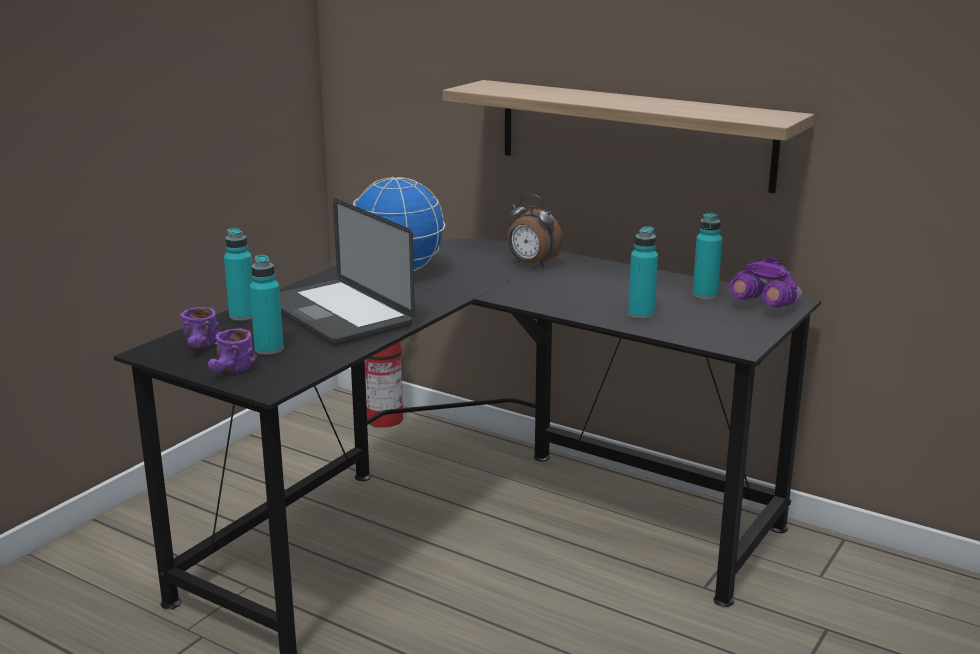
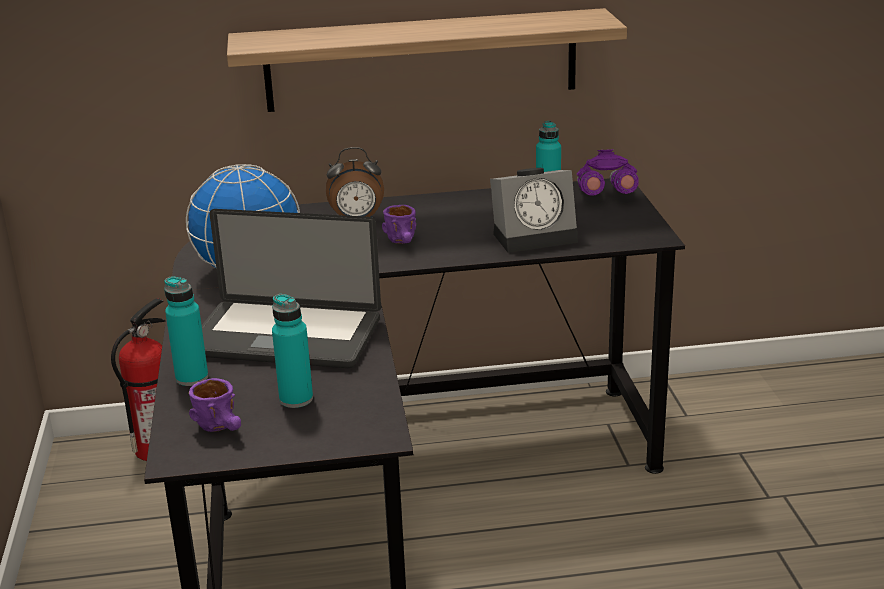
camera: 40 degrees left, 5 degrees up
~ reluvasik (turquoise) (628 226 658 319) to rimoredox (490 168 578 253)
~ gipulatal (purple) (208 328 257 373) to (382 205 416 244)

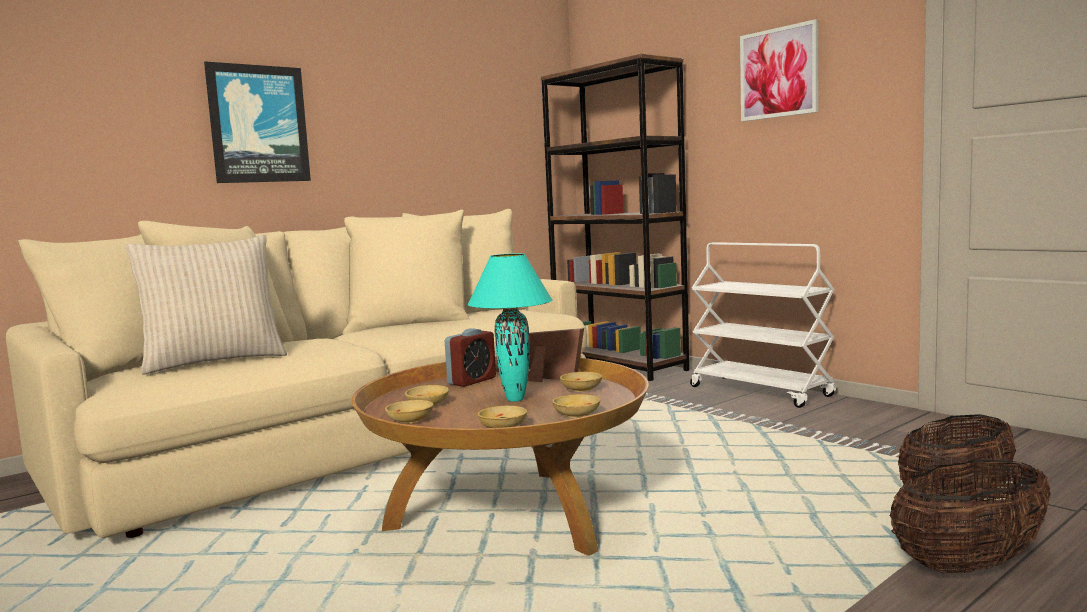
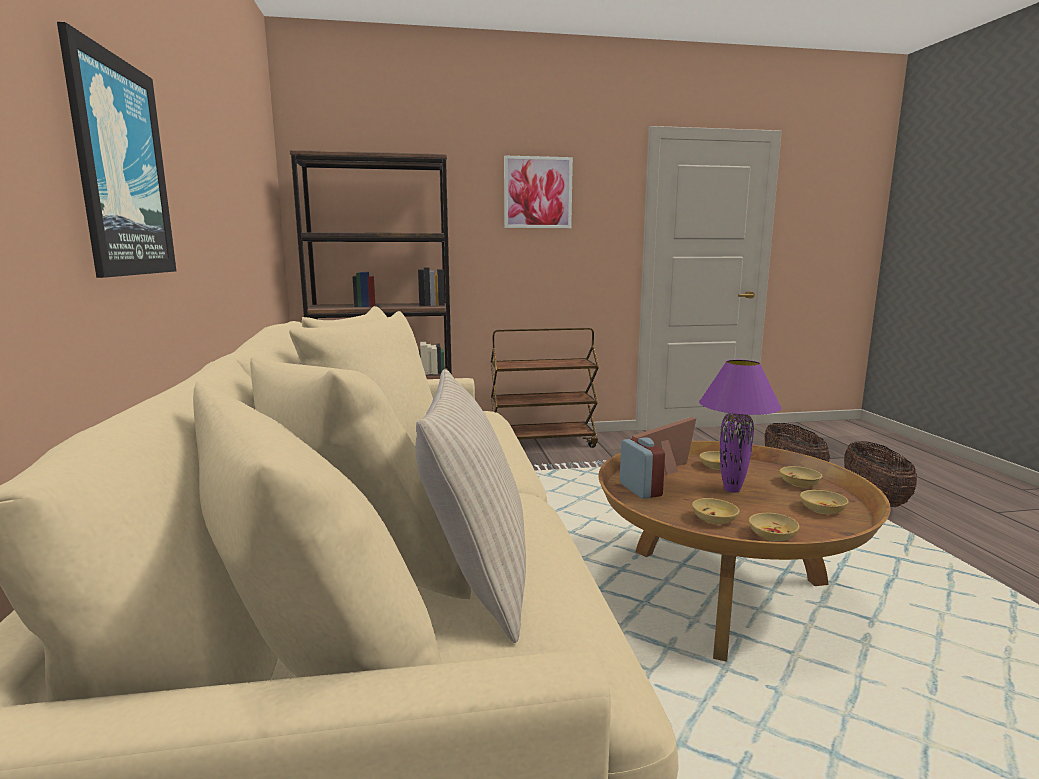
camera: 60 degrees left, 5 degrees up
~ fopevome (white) (690 242 836 408) to fopevome (brown) (491 328 599 448)
~ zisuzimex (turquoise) (468 254 553 402) to zisuzimex (purple) (699 360 781 493)

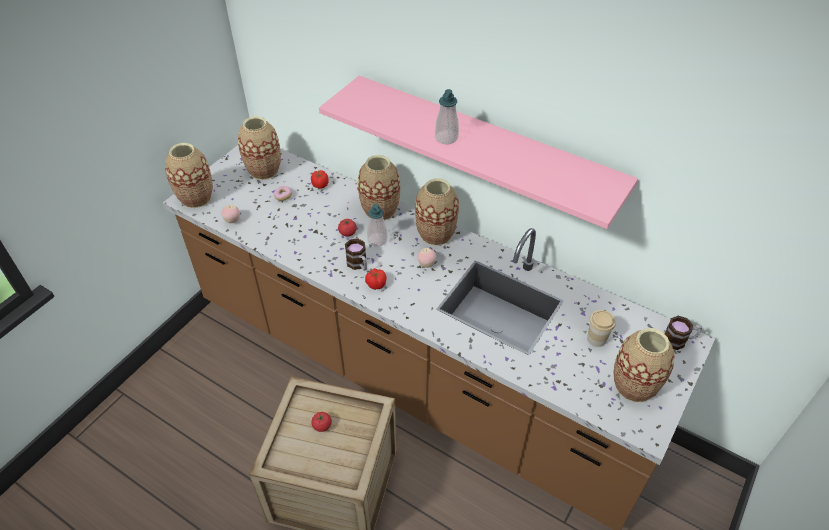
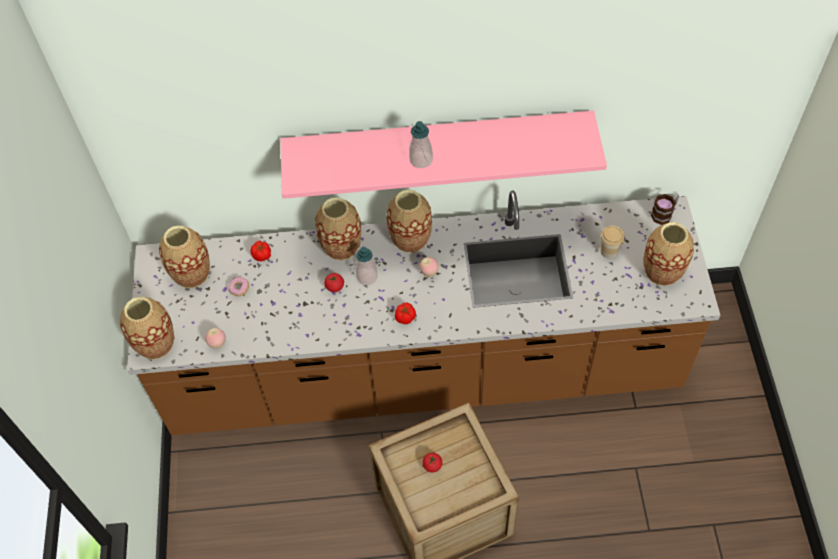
camera: 35 degrees left, 10 degrees up
- gipulatal (345 239 367 271)

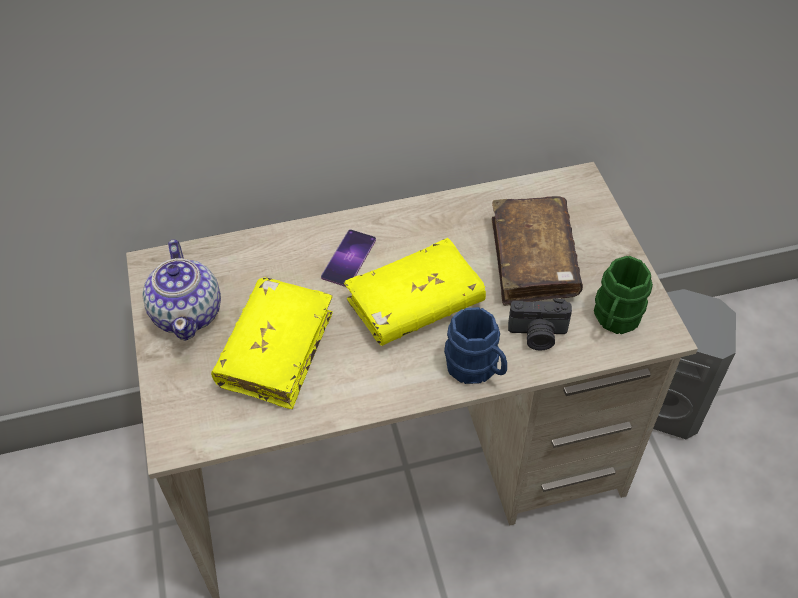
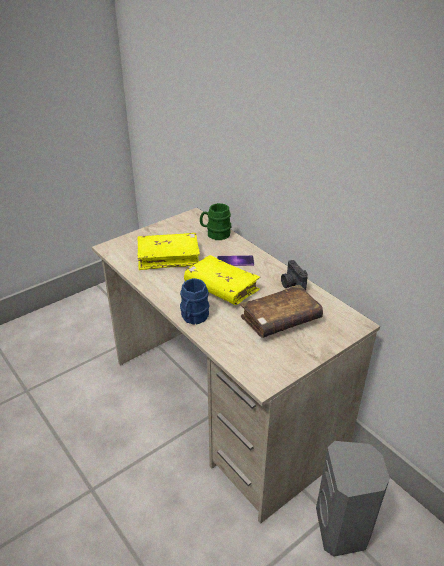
camera: 65 degrees right, 15 degrees down
- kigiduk (143 240 221 341)
~ gipulatal (green) (594 256 653 334) to (200 203 231 240)
~ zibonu (508 298 572 351) to (281 260 308 290)

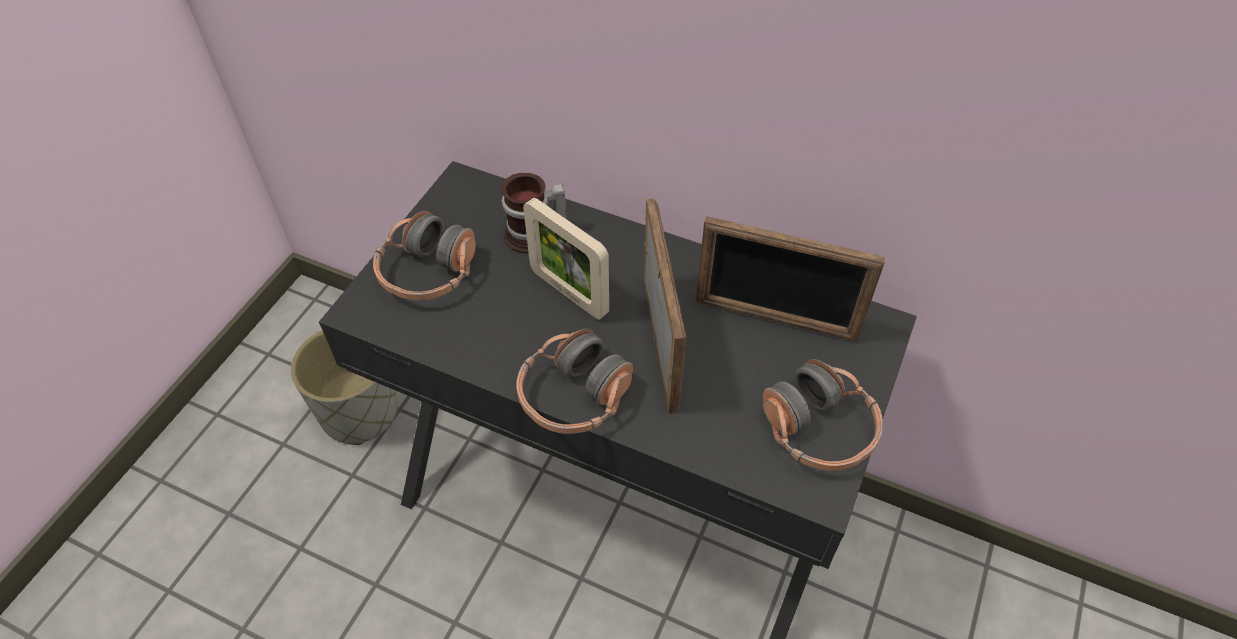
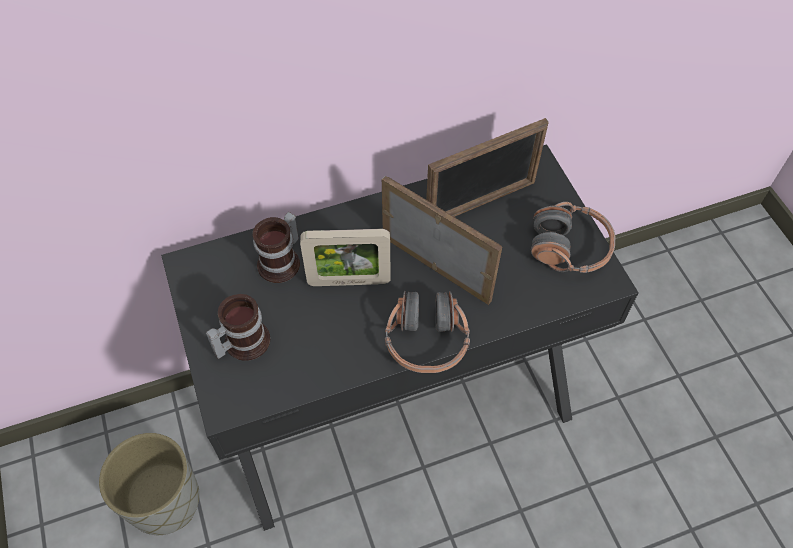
camera: 45 degrees left, 5 degrees up
~ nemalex (373 211 476 300) to gipulatal (206 294 270 361)

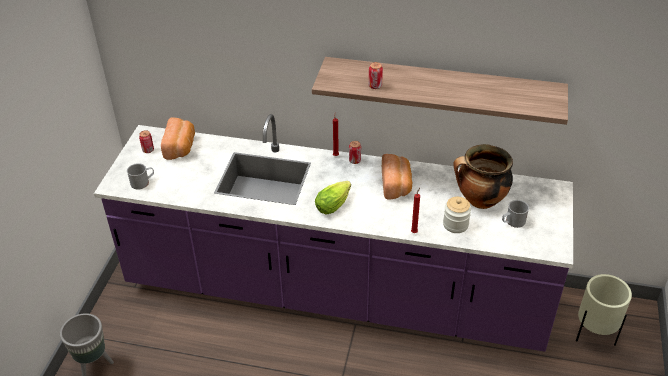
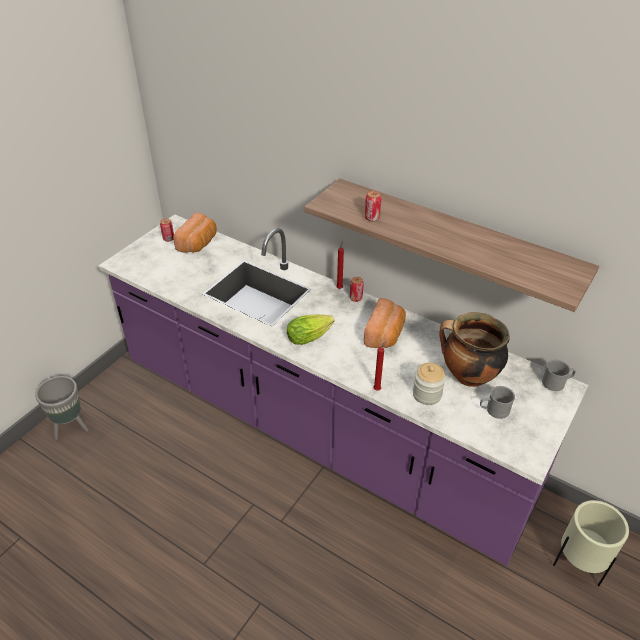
camera: 20 degrees right, 0 degrees up
~ gipulatal (grey) (127 163 154 190) to (542 360 576 391)

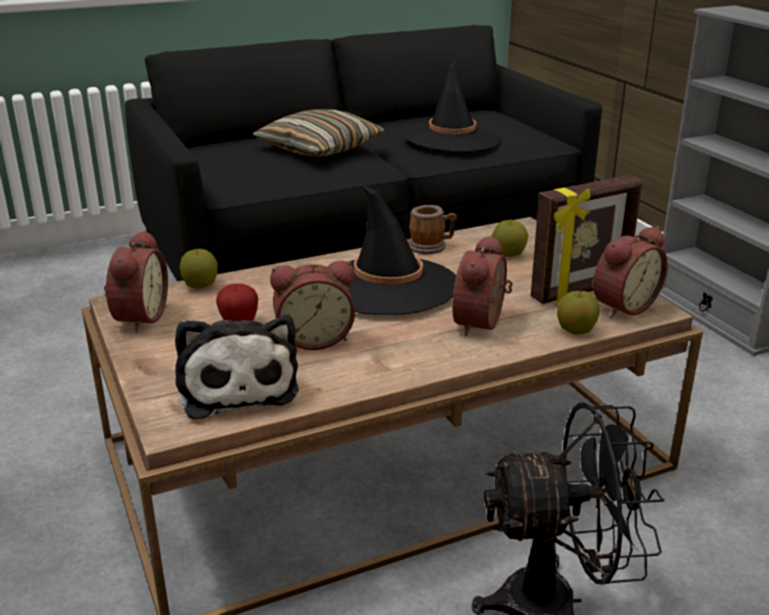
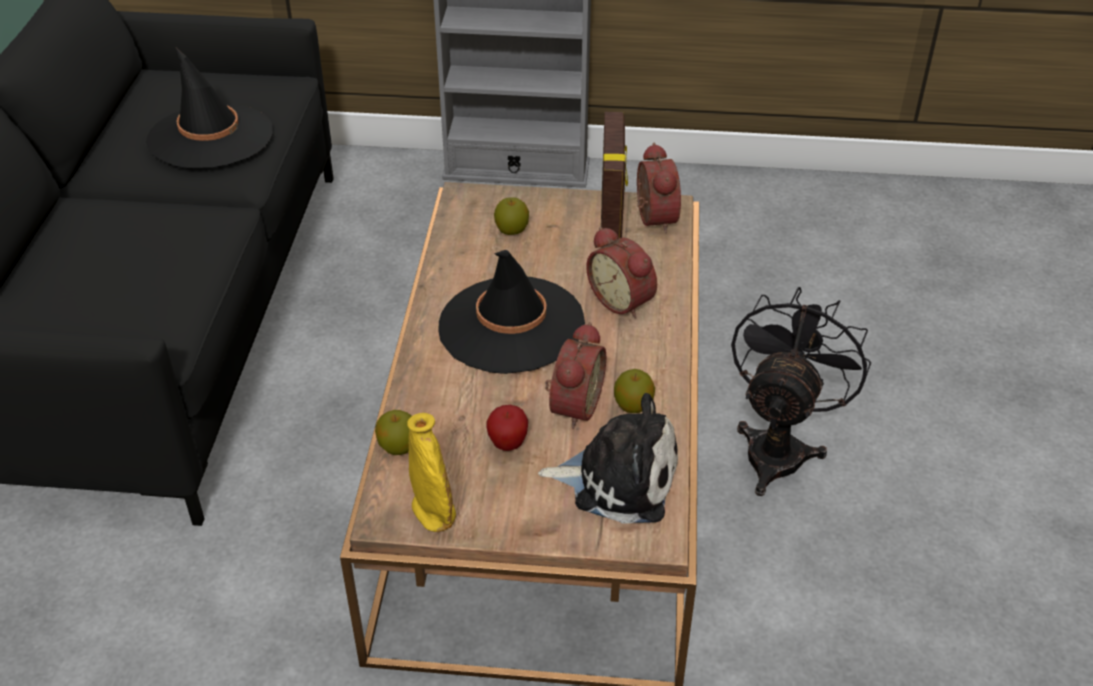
camera: 60 degrees left, 15 degrees up
- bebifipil (253 109 385 157)
- gipulatal (408 205 457 254)
~ rimoredox (104 230 168 333) to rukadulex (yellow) (407 413 456 532)
~ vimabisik (557 291 600 335) to (614 369 655 413)

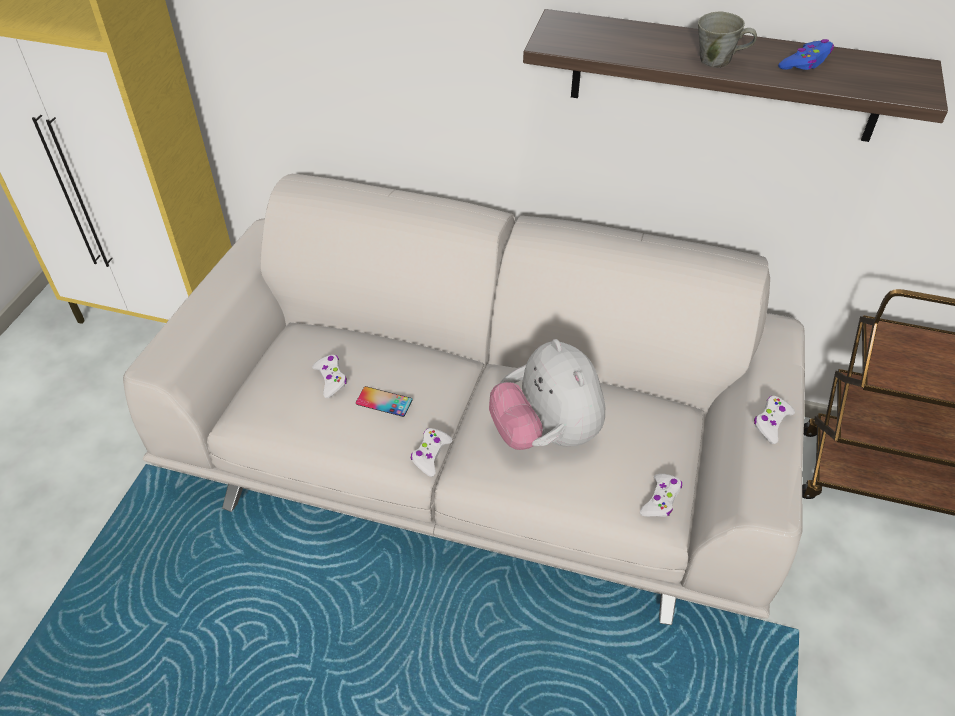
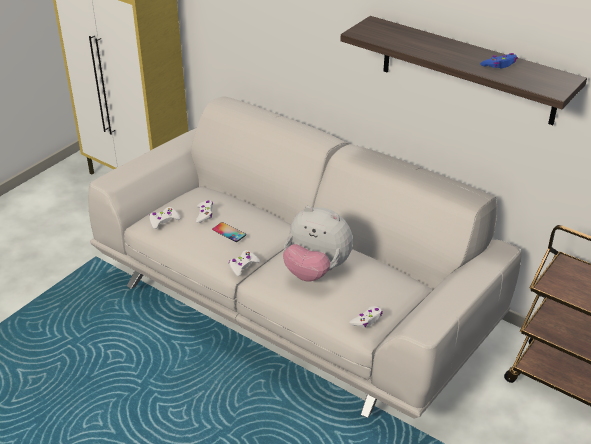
camera: 20 degrees right, 10 degrees down
- gipulatal (grey) (698 12 757 68)
~ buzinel (489 339 605 450) = (283 206 353 281) 60 degrees counterclockwise
~ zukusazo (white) (754 396 795 444) to (149 207 180 229)

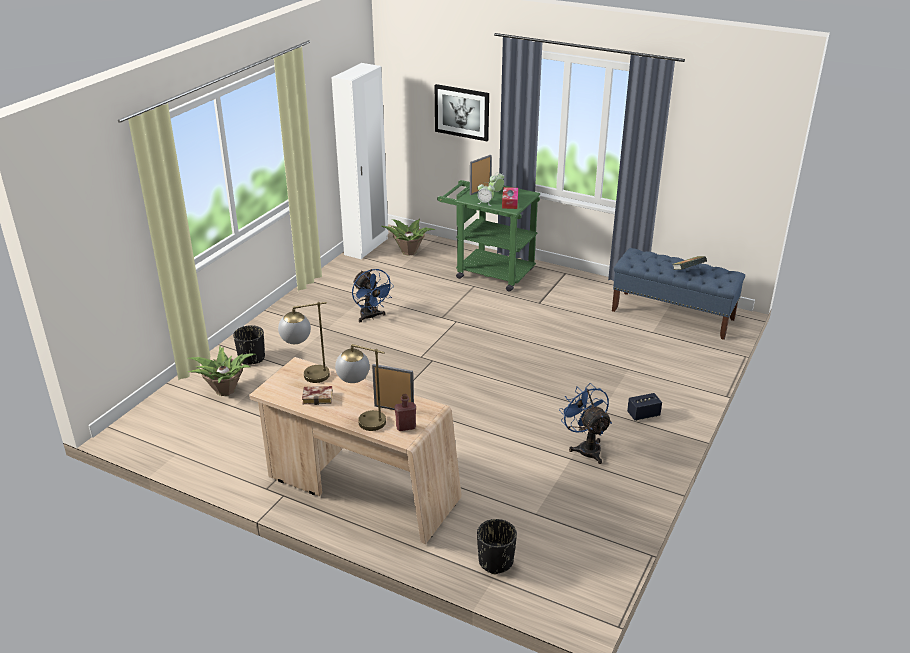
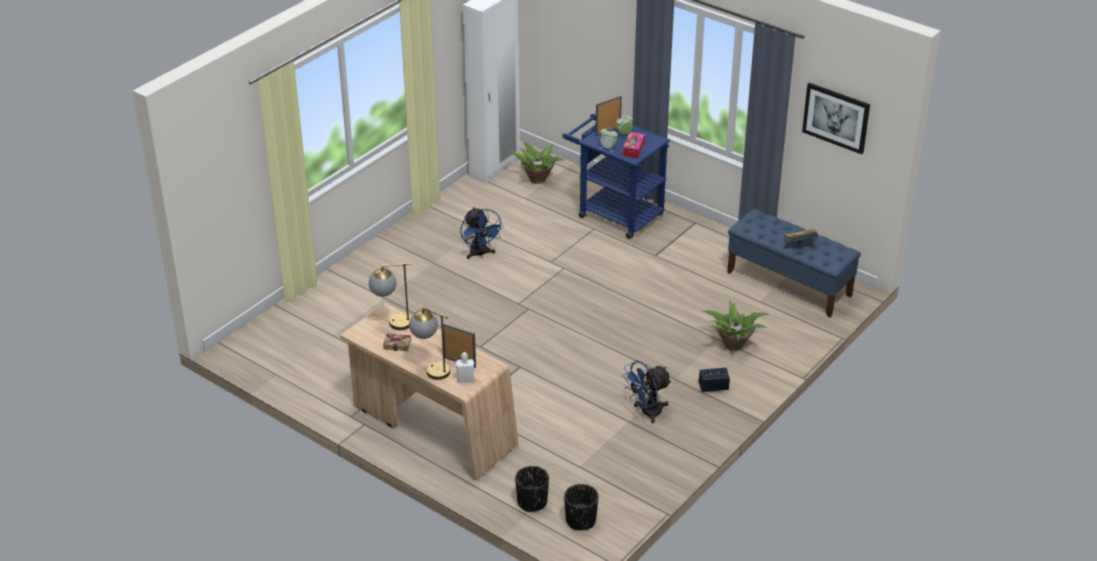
camera: 10 degrees right, 5 degrees up
~ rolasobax (435 84 489 141) to (802 83 870 154)
~ fopevome (green) (437 180 540 292) to fopevome (blue) (562 114 670 239)
~ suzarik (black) (233 325 265 365) to (564 484 598 530)
~ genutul (187 346 256 396) to (702 300 769 351)
~ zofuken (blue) (559 383 612 464) = (622 361 672 423) 105 degrees counterclockwise
~ reluvasik (red) (394 394 416 431) to reluvasik (white) (456 352 474 383)

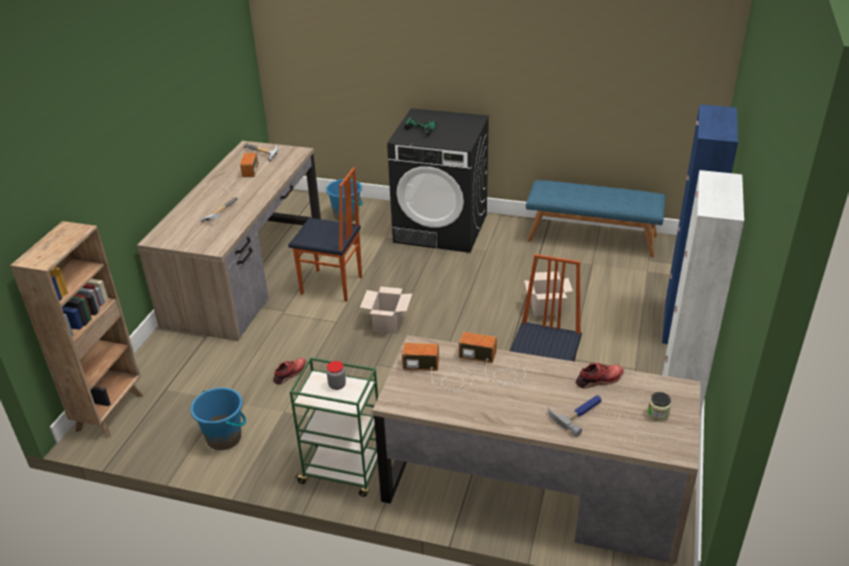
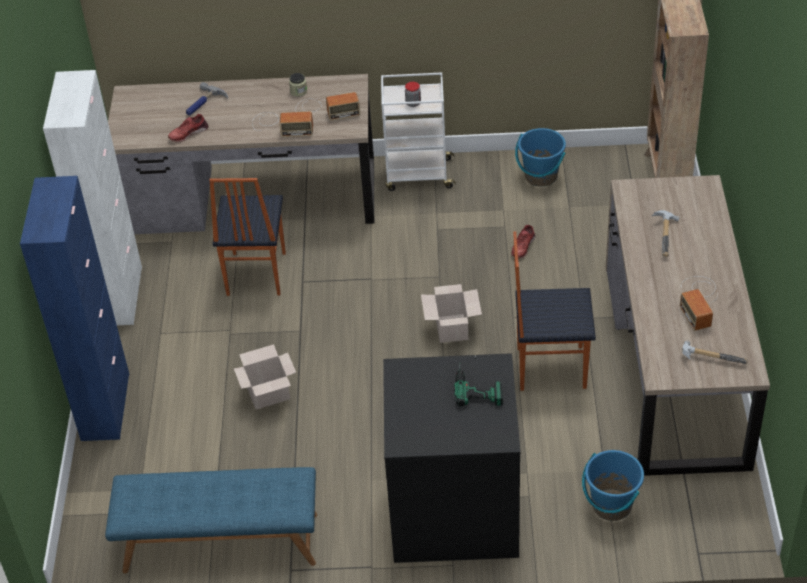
camera: 165 degrees right, 10 degrees up
~ fopevome (green) (290 357 378 497) to fopevome (white) (381 72 456 191)
~ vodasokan (647 392 671 422) to (289 73 307 97)

